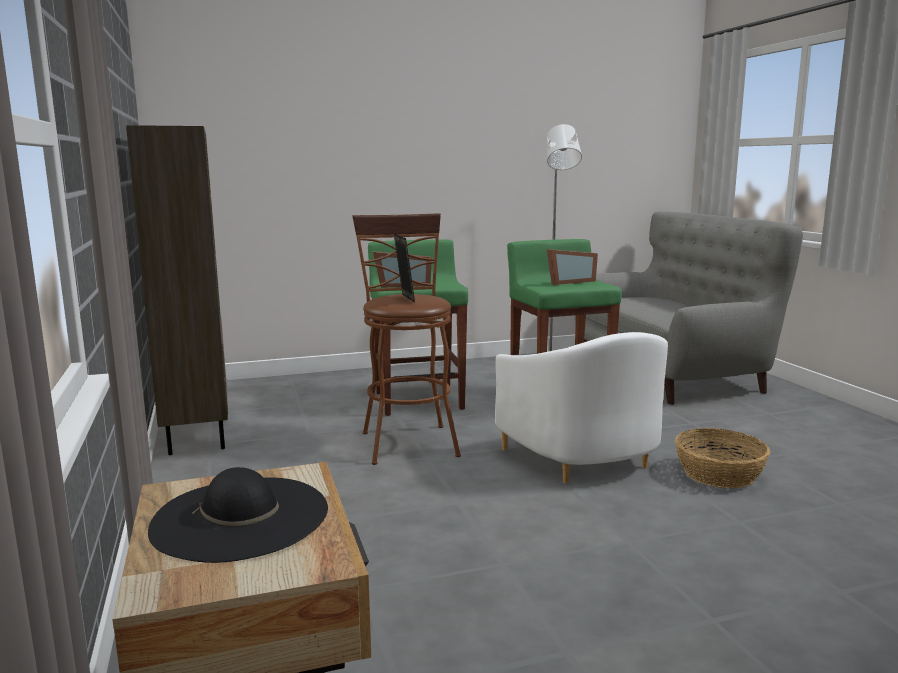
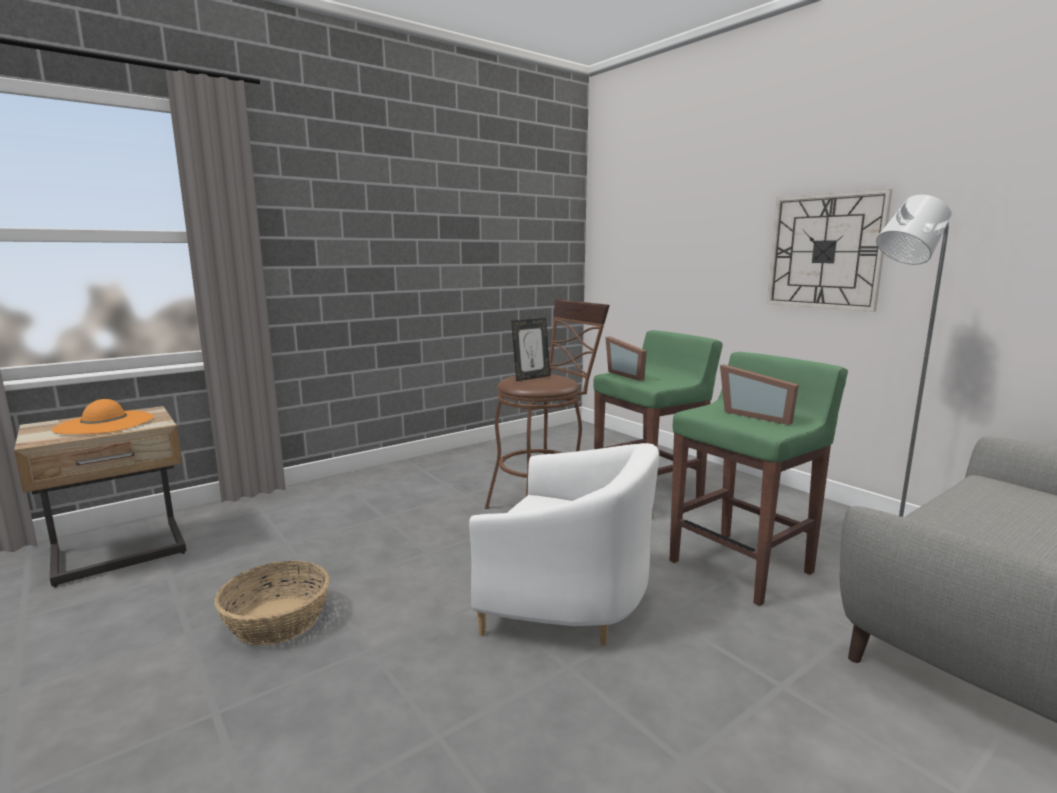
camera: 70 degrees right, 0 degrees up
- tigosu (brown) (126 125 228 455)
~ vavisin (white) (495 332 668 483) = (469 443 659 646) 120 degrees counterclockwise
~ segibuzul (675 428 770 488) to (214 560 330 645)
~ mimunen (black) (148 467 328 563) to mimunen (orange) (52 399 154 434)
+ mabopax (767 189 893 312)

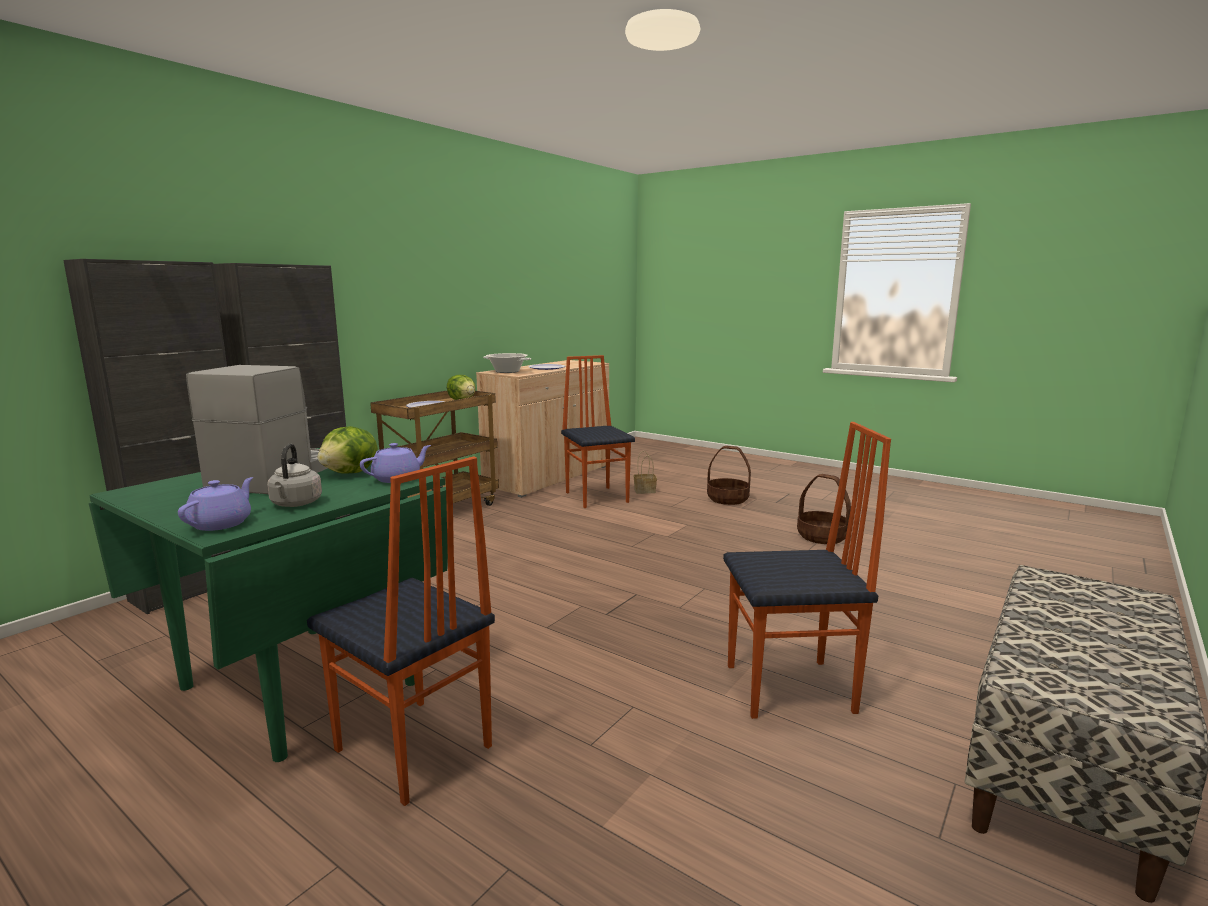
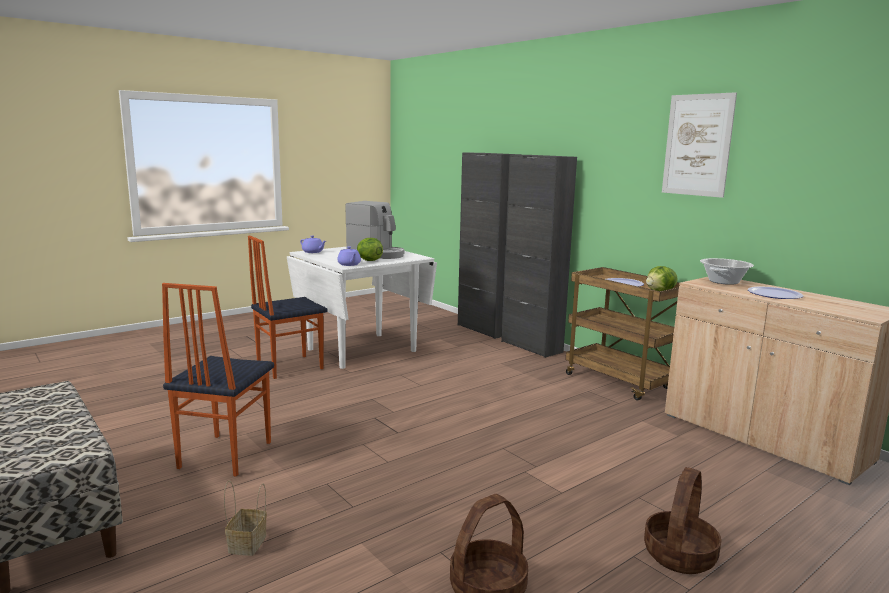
camera: 105 degrees right, 0 degrees up
- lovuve (561 355 635 508)
- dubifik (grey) (267 443 322 507)
~ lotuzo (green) (89 448 448 762) to lotuzo (white) (287 247 437 369)
~ segibuzul (634 451 657 494) to (224 480 267 556)
+ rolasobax (662 92 737 198)

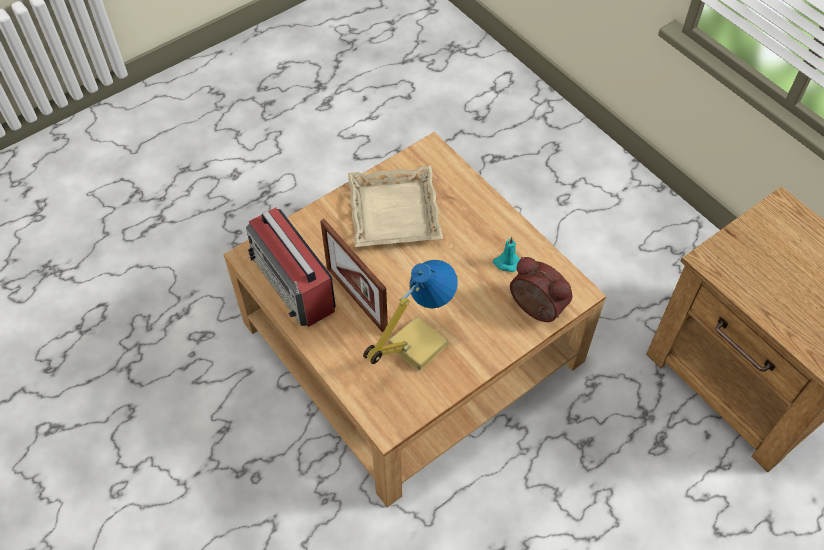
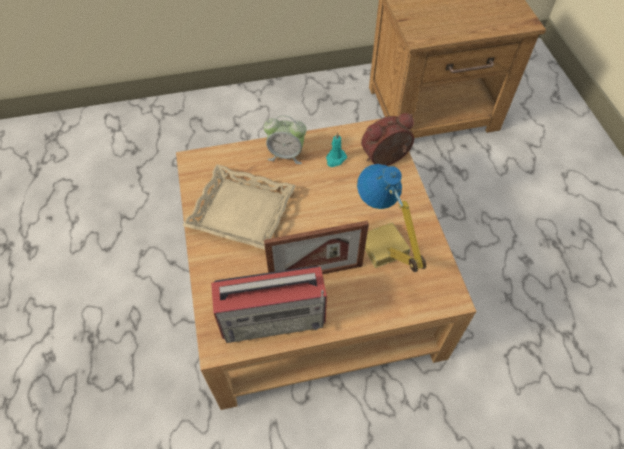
camera: 65 degrees left, 0 degrees up
+ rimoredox (263 115 307 164)

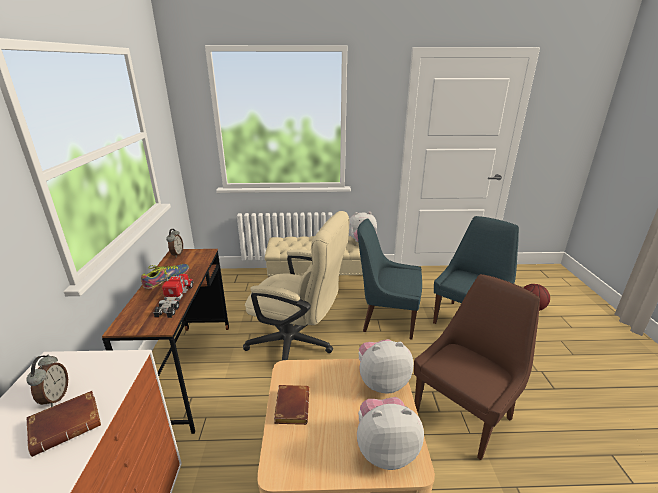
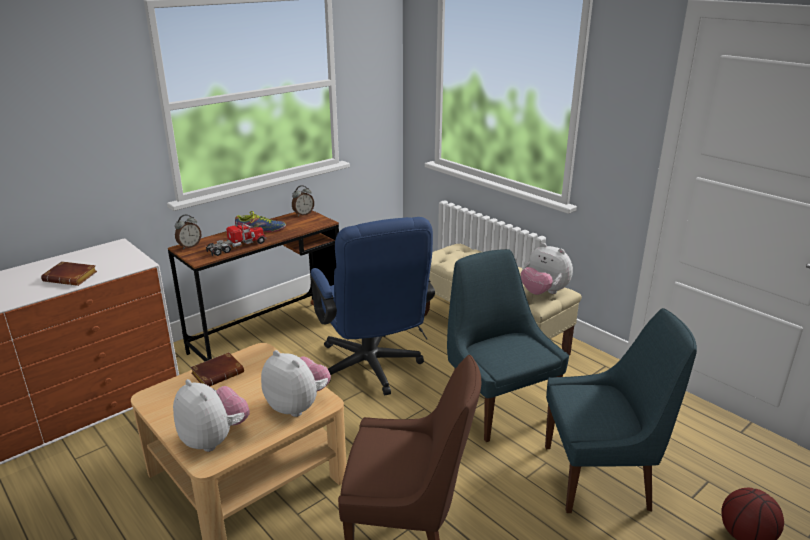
camera: 50 degrees right, 0 degrees up
~ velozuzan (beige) (243 211 349 360) to velozuzan (blue) (310 217 435 395)
~ rimoredox (26 355 68 407) to (175 215 201 249)

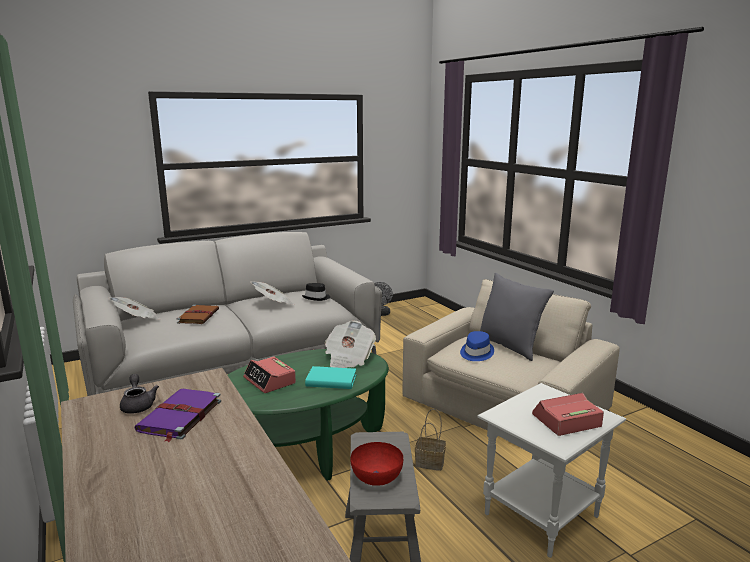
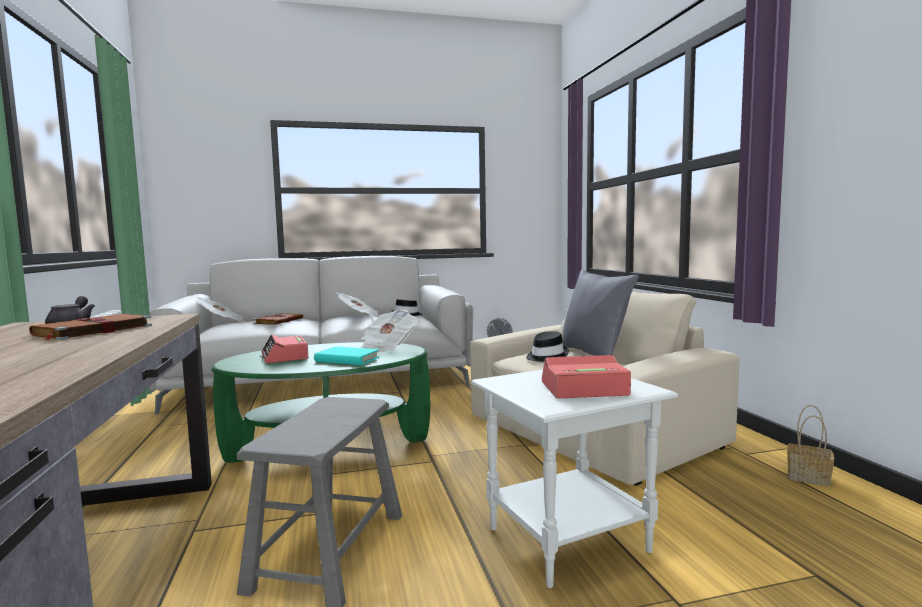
camera: 15 degrees right, 10 degrees down
~ mimunen (blue) (460 331 494 361) to mimunen (black) (526 331 569 362)
~ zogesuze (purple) (135 389 221 442) to zogesuze (brown) (29 314 152 341)
~ segibuzul (415 409 446 471) to (787 405 834 487)
- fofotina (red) (351 442 403 486)

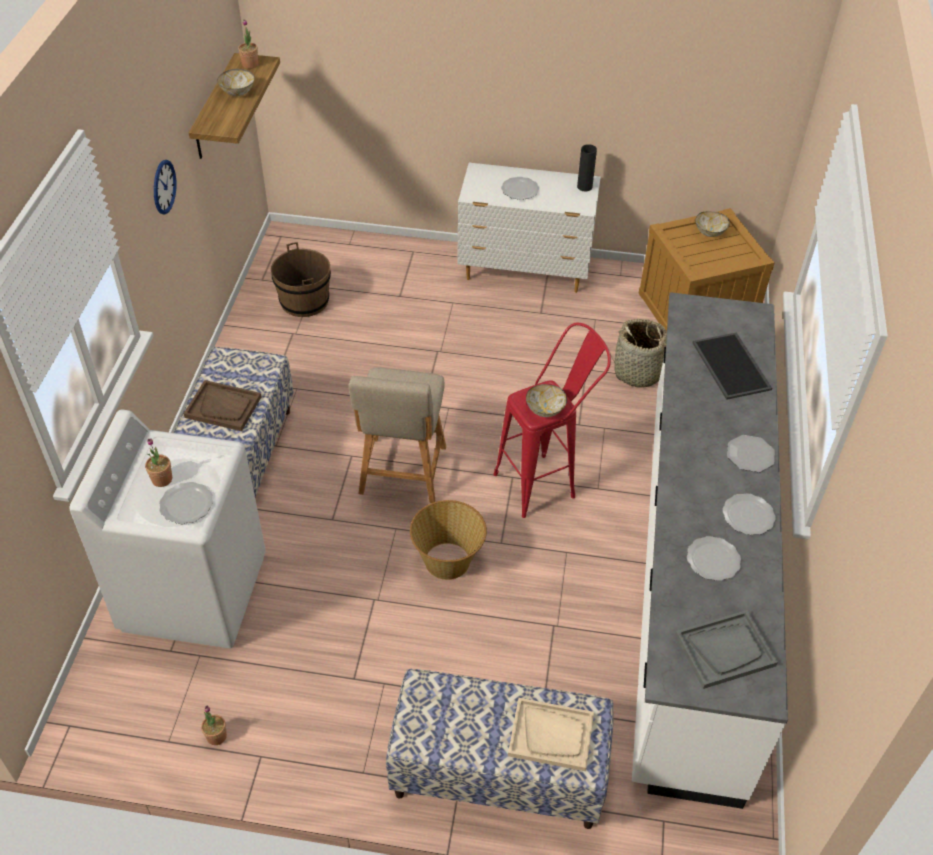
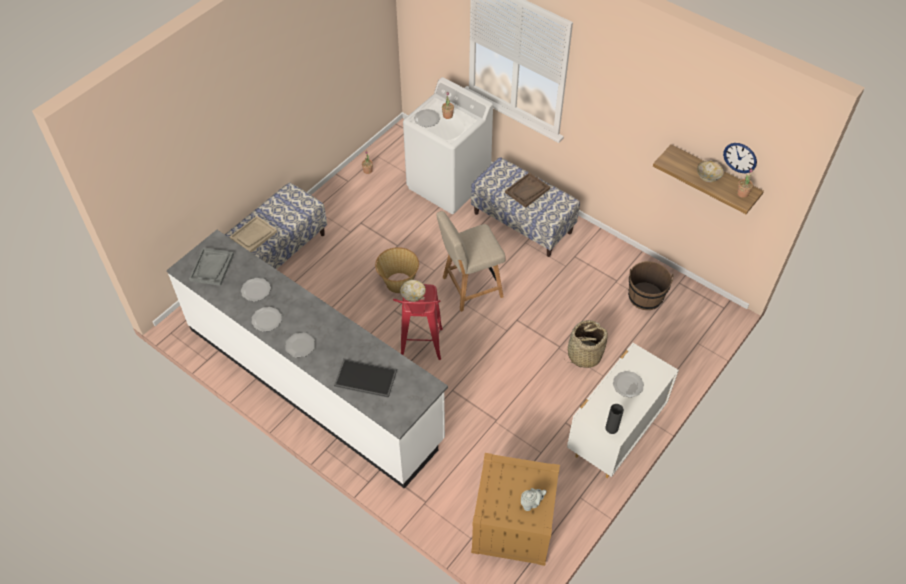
camera: 120 degrees right, 5 degrees up
~ mabopax (154 160 176 215) to (723 143 757 173)
~ fofotina (695 211 730 237) to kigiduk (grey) (521 488 547 511)
~ segibuzul (610 319 667 388) to (564 320 608 368)
~ lovuve (beige) (348 367 446 503) = (436 211 506 312) 60 degrees counterclockwise

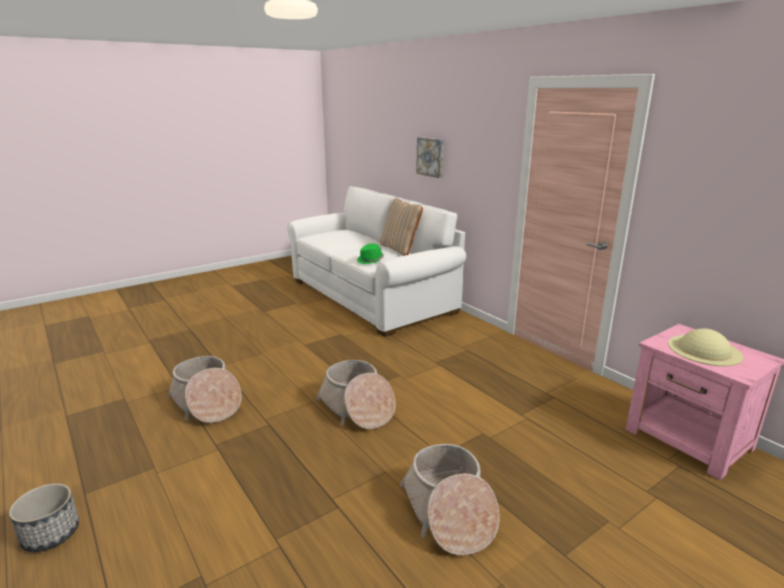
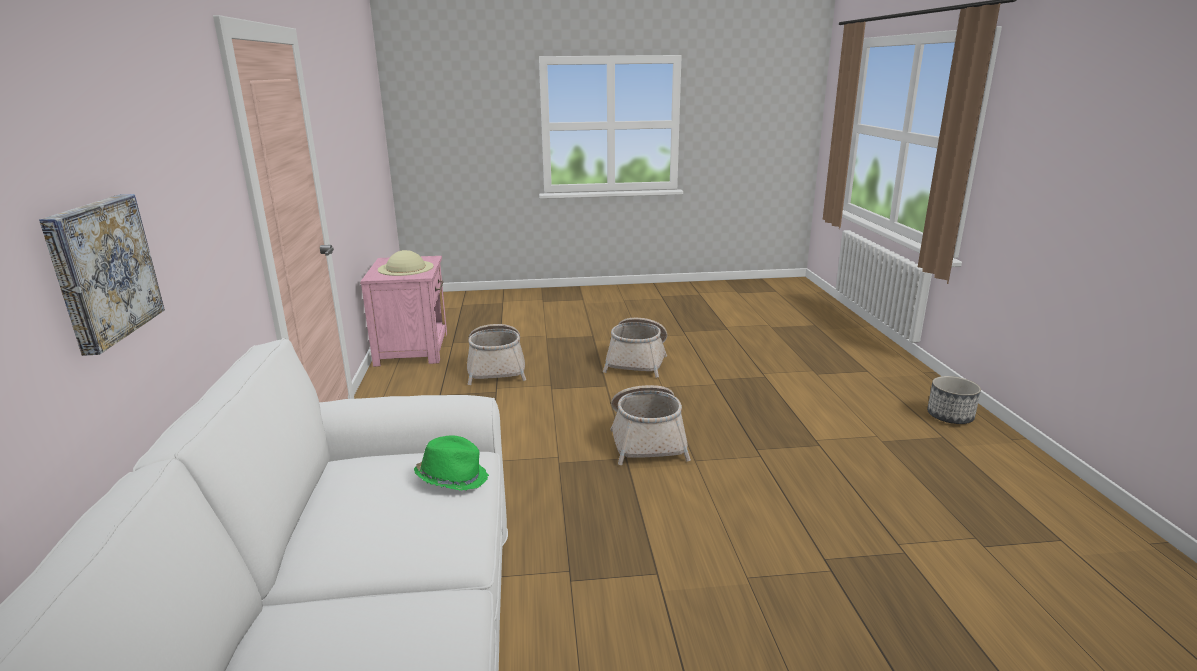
camera: 150 degrees left, 0 degrees up
- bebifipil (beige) (380 198 423 256)
~ segibuzul (168 356 242 423) to (467 324 526 385)

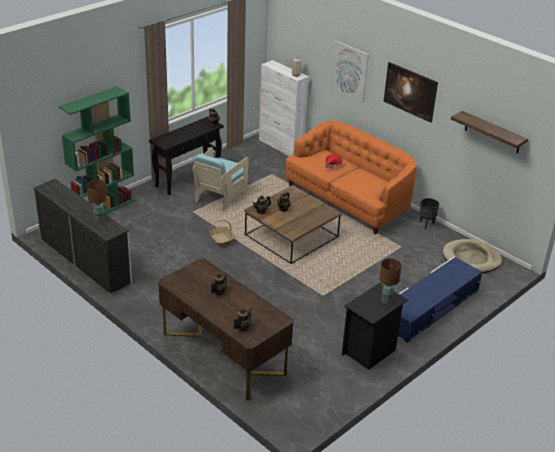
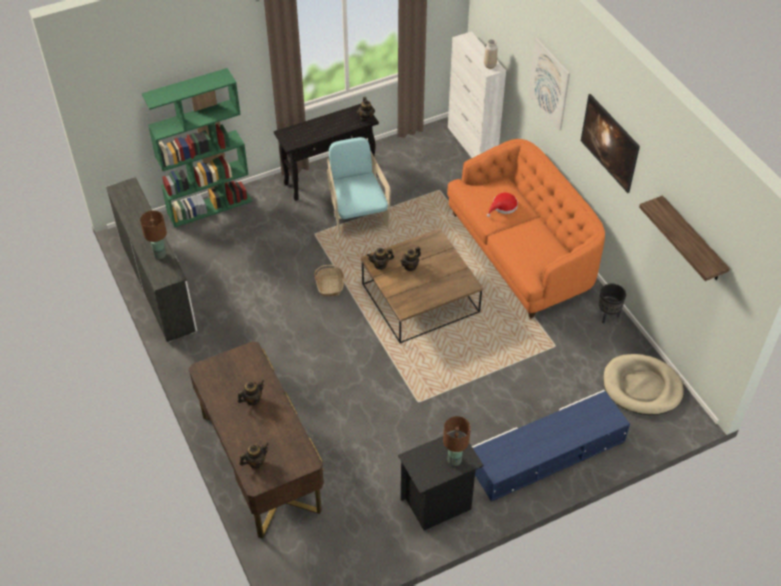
camera: 20 degrees right, 15 degrees up
~ vavisin (turquoise) (193 147 249 211) = (327 137 391 238) 120 degrees clockwise

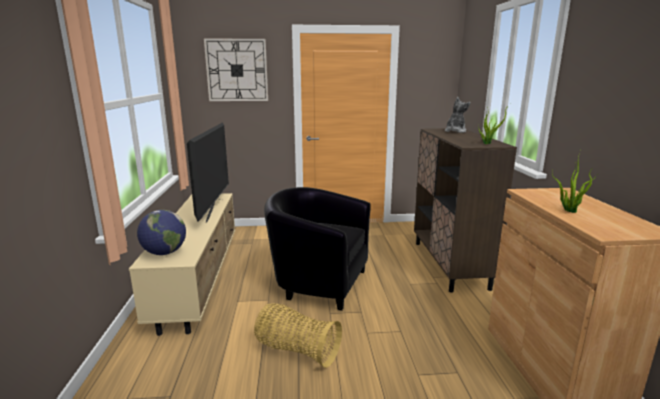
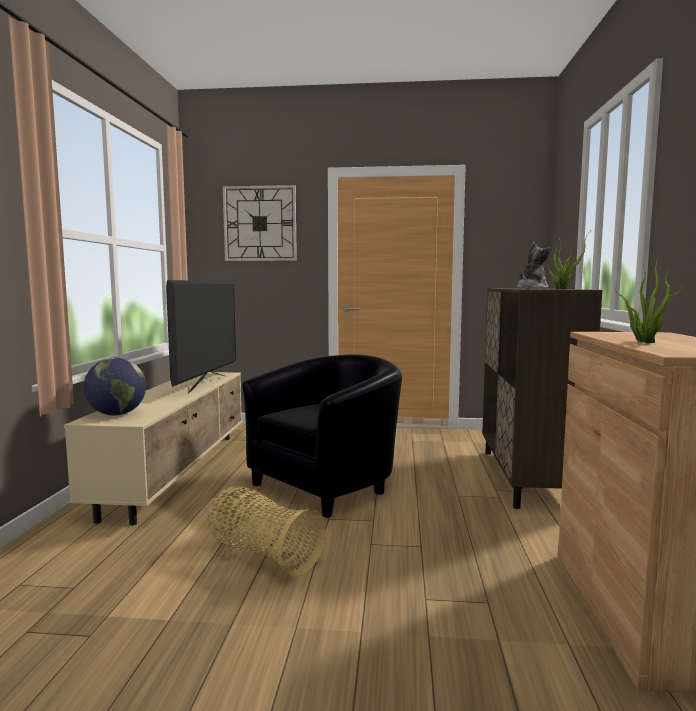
camera: 10 degrees right, 10 degrees down
~ vavisin (black) (264 187 371 311) = (242 354 402 518) 105 degrees clockwise

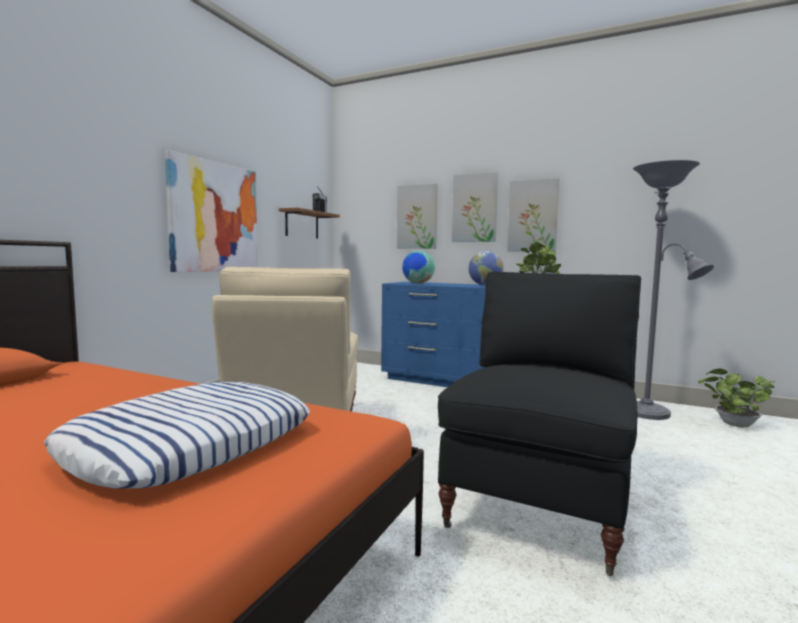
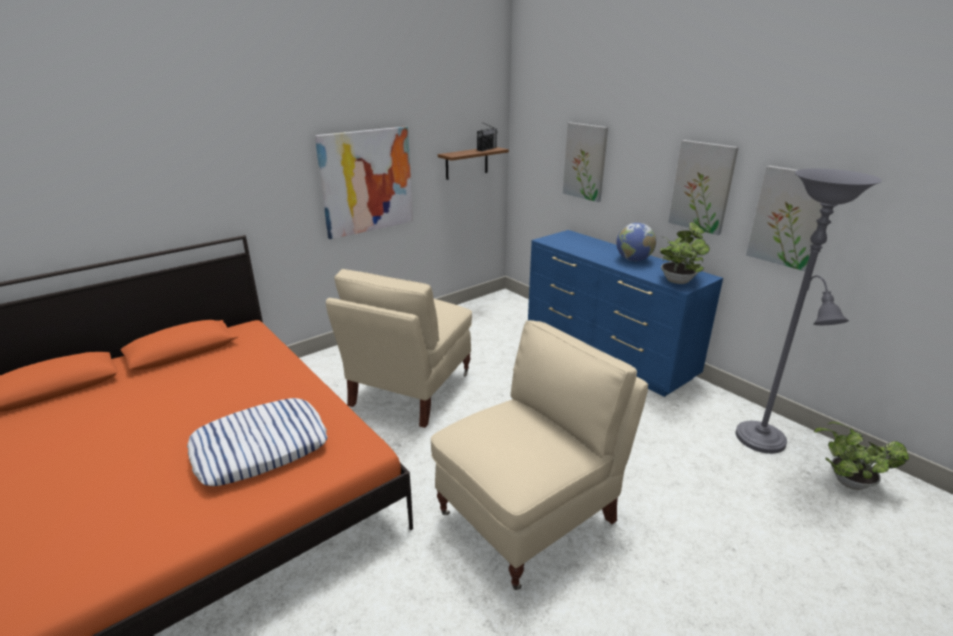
camera: 25 degrees right, 20 degrees up
~ rolasobax (452 172 498 242) to (746 166 822 271)
- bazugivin (402 251 435 284)
~ vavisin (black) (438 272 641 576) to vavisin (beige) (431 320 648 590)

